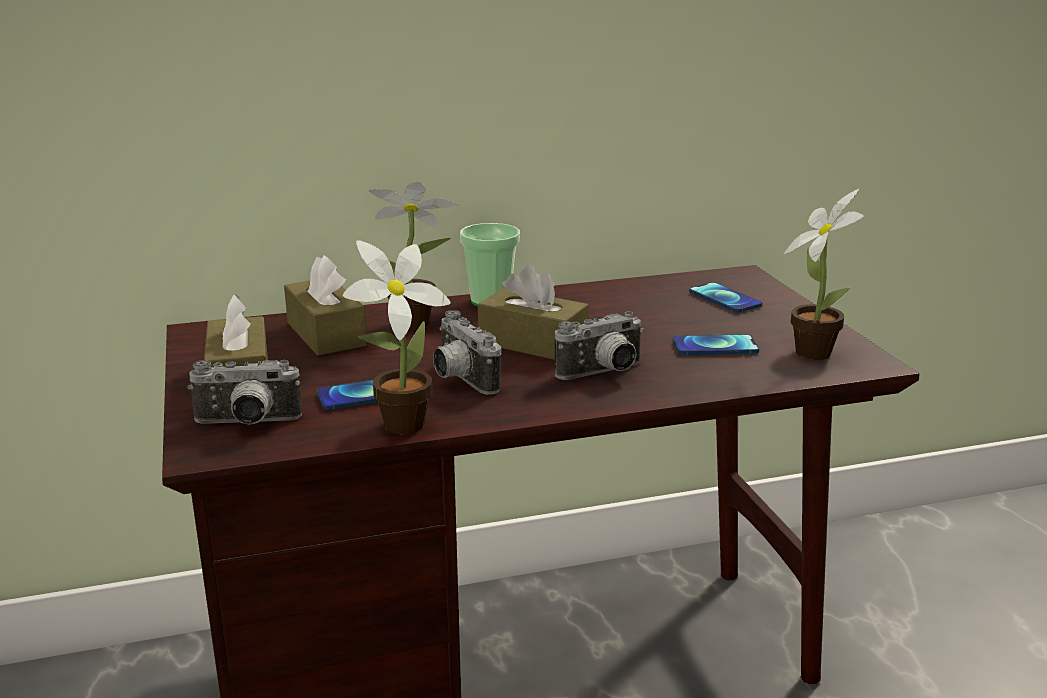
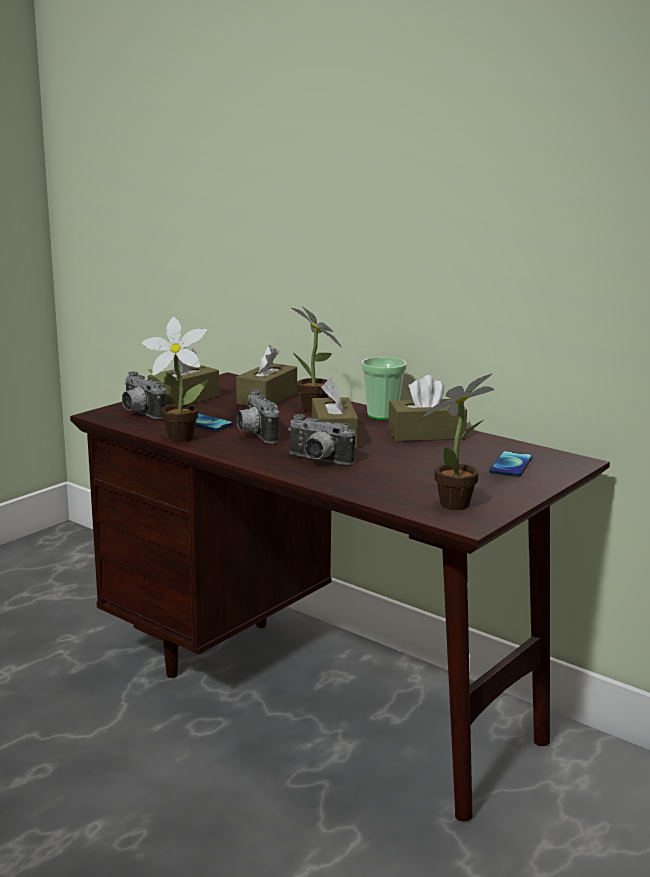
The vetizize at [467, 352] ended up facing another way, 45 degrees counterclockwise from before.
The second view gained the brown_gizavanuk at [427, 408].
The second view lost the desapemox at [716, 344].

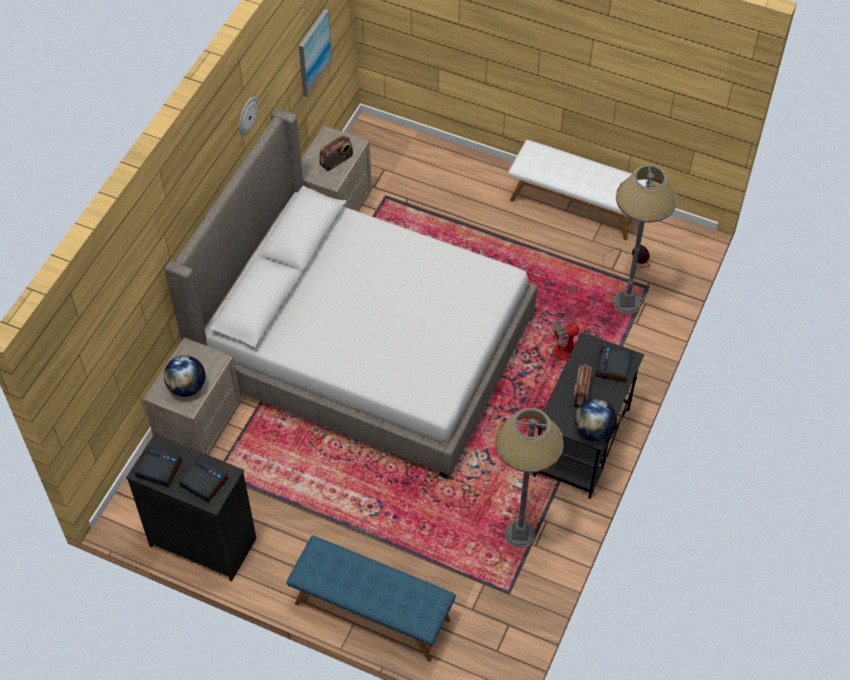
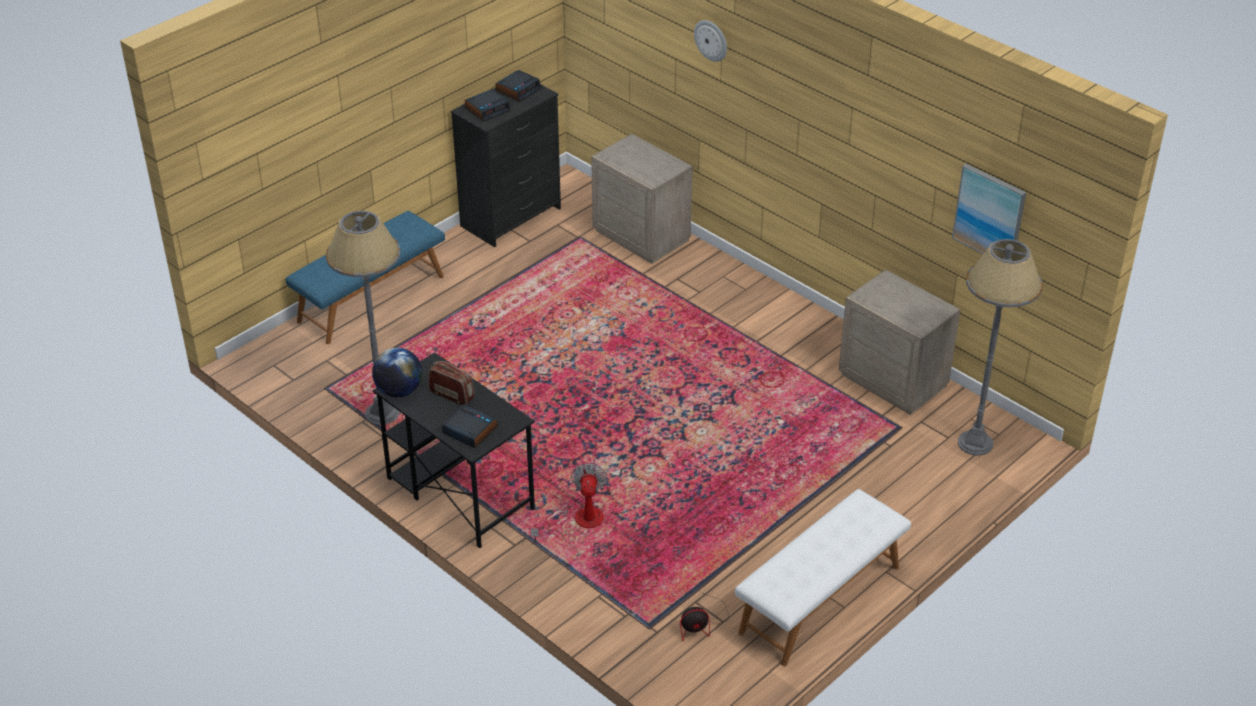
The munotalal ended up elsewhere, having gone from [249, 116] to [710, 41].
The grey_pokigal ended up elsewhere, having gone from [645, 239] to [1000, 347].
The second view lost the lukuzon at [350, 293].
The second view lost the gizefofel at [184, 376].
The second view lost the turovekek at [336, 153].

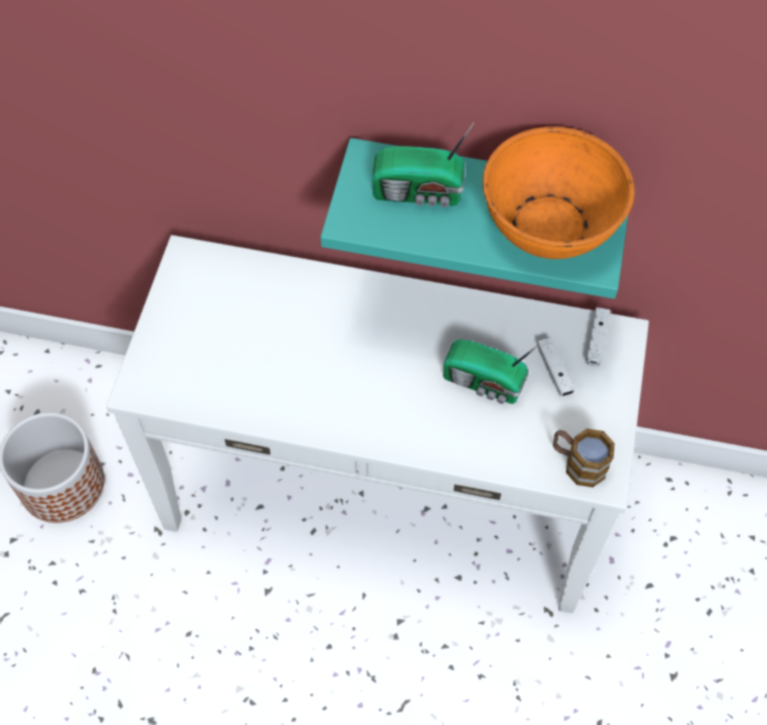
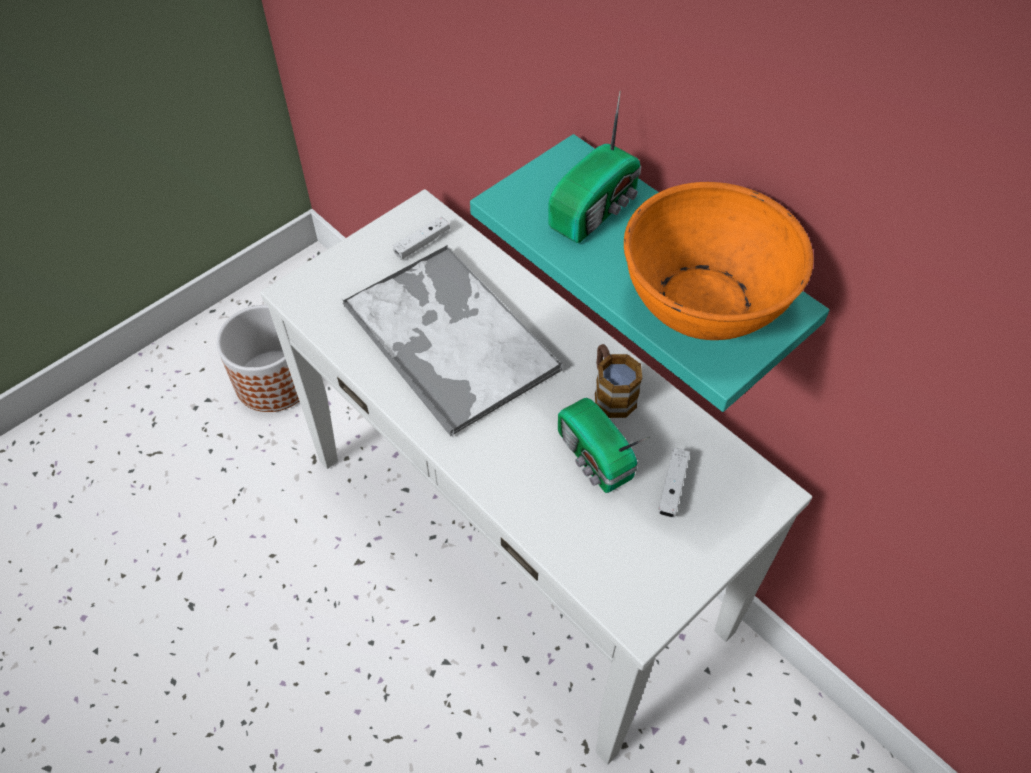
The second view gained the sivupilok at [452, 341].
The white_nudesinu ended up elsewhere, having gone from [598, 336] to [421, 238].
The turovekek at [423, 164] ended up facing another way, 90 degrees counterclockwise from before.
The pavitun ended up elsewhere, having gone from [584, 458] to [618, 381].

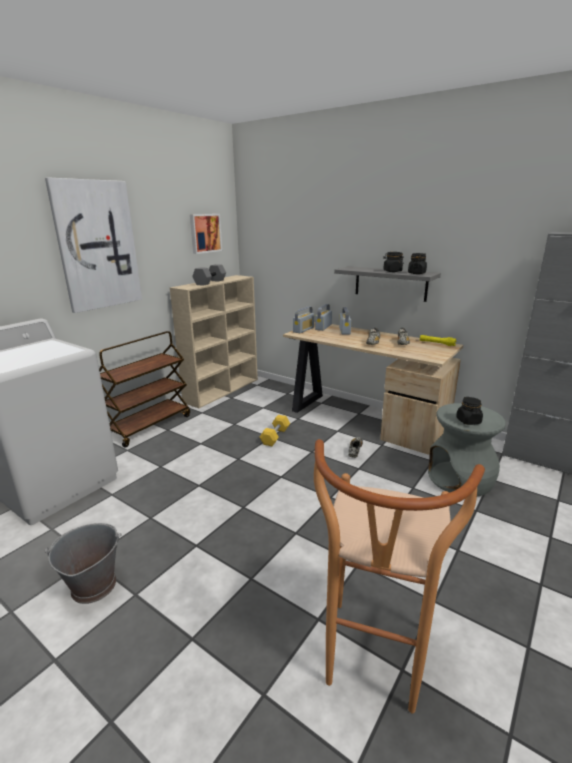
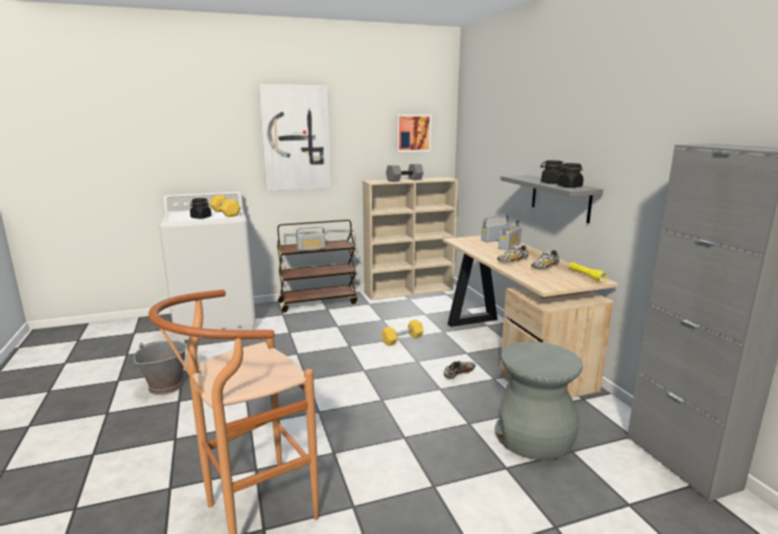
The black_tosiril ended up elsewhere, having gone from [469, 411] to [200, 208].
The second view gained the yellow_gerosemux at [225, 206].
The turovekek ended up elsewhere, having gone from [303, 319] to [310, 239].

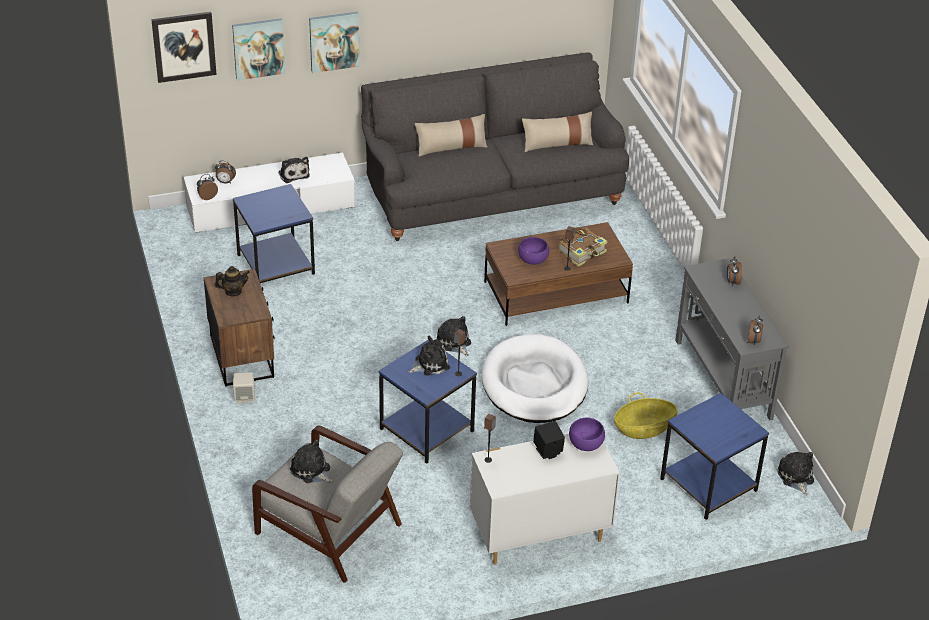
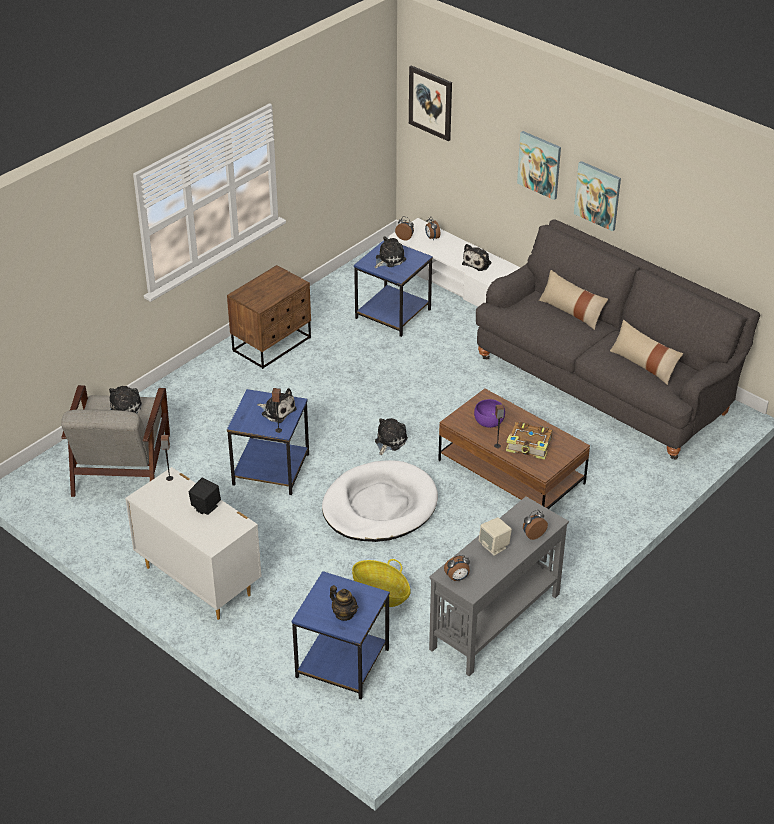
The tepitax ended up elsewhere, having gone from [232, 281] to [344, 603].
The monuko ended up elsewhere, having gone from [795, 473] to [390, 252].
The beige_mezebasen ended up elsewhere, having gone from [244, 387] to [495, 536].
The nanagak ended up elsewhere, having gone from [258, 49] to [597, 196].
The second view lost the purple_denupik at [587, 434].

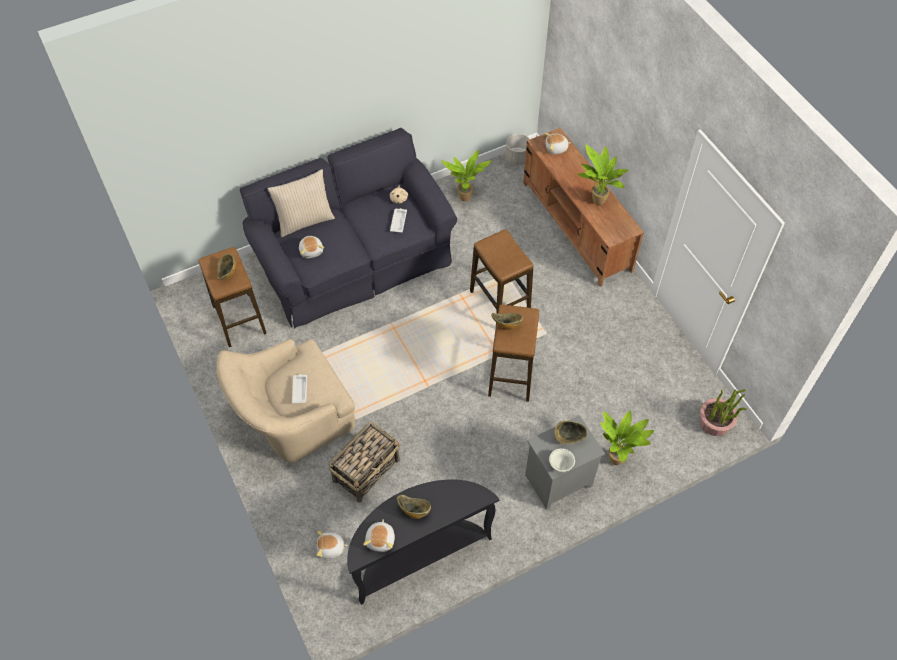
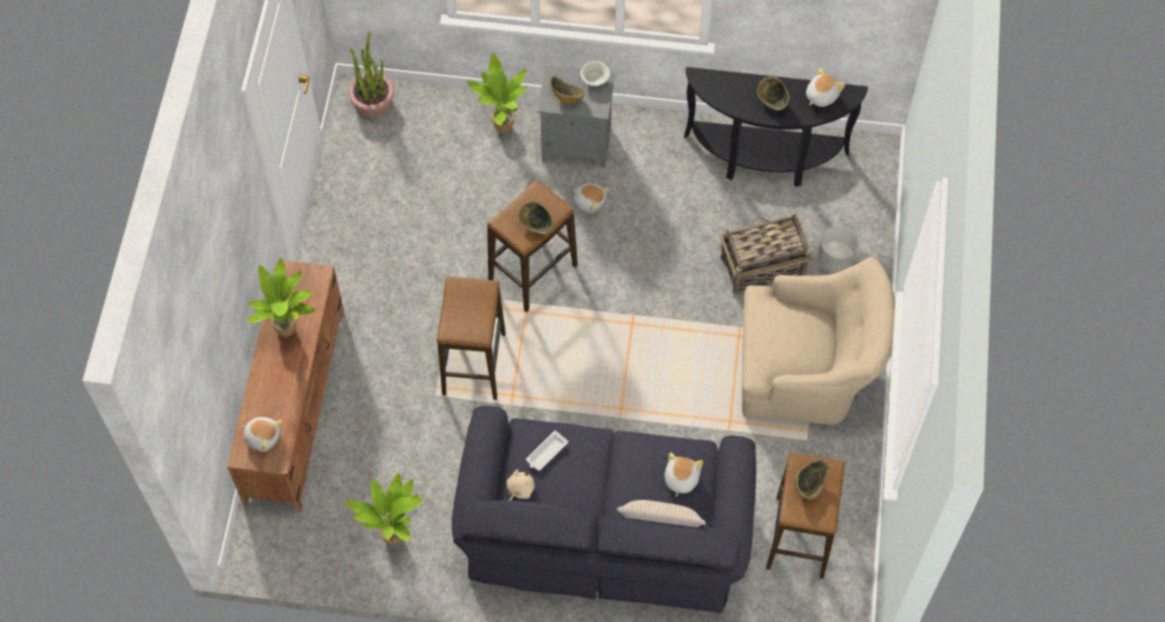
The monuko ended up elsewhere, having gone from [332, 545] to [591, 198].
The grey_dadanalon ended up elsewhere, having gone from [518, 149] to [838, 249].
The second view lost the white_sivupilok at [299, 388].

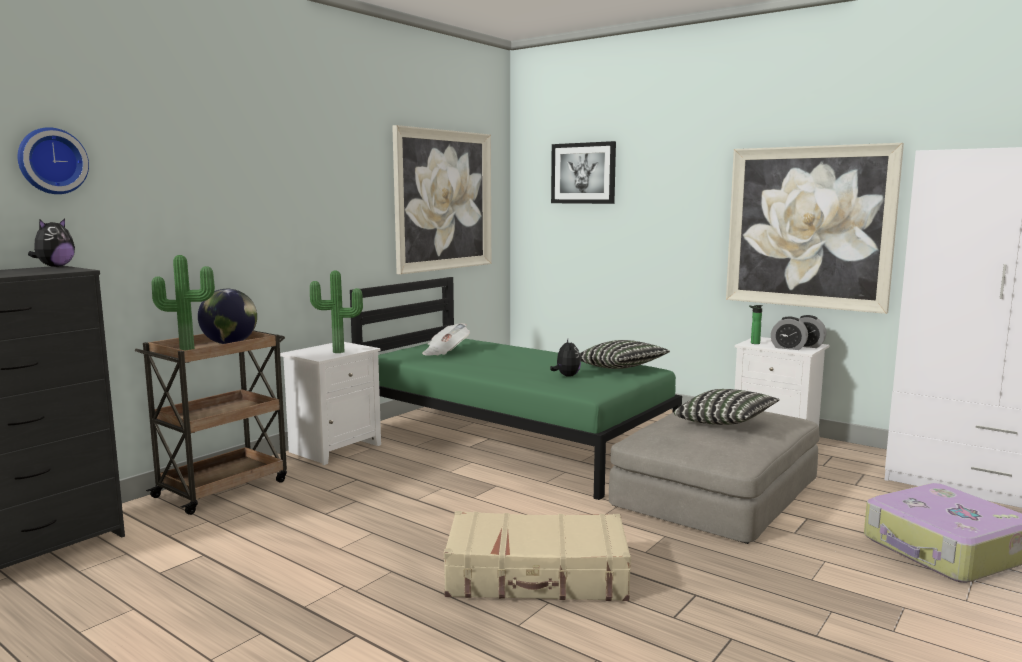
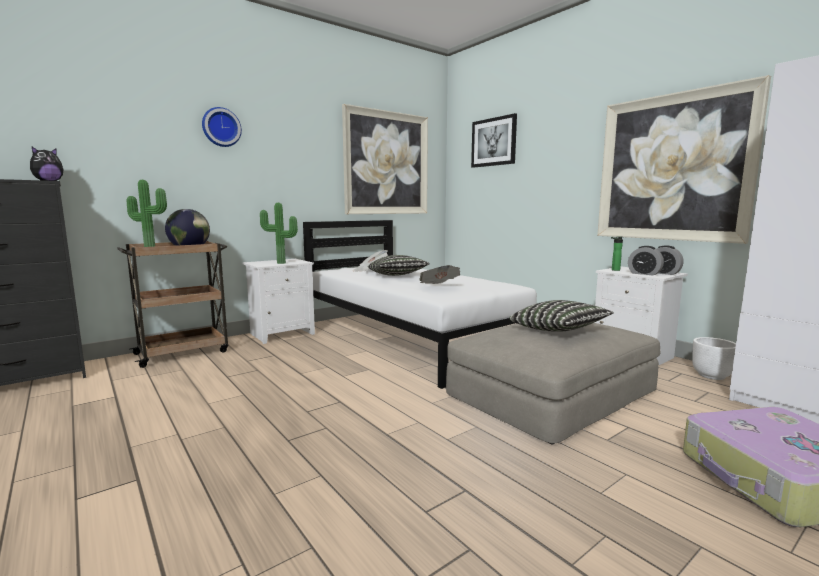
The munotalal ended up elsewhere, having gone from [53, 160] to [222, 127].
What was the green_lukuzon at [516, 388] turned into the white_lukuzon at [420, 304].
The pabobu ended up elsewhere, having gone from [625, 354] to [399, 265].
Where the monuko stood at [565, 358], the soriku came to stand at [439, 274].
The second view gained the white_dadanalon at [714, 358].
The second view lost the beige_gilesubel at [537, 556].

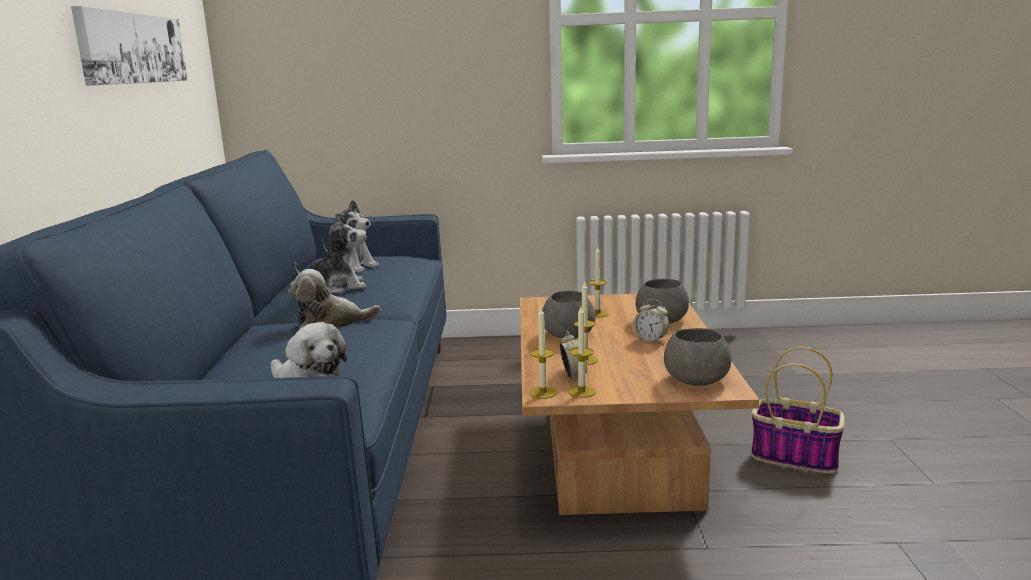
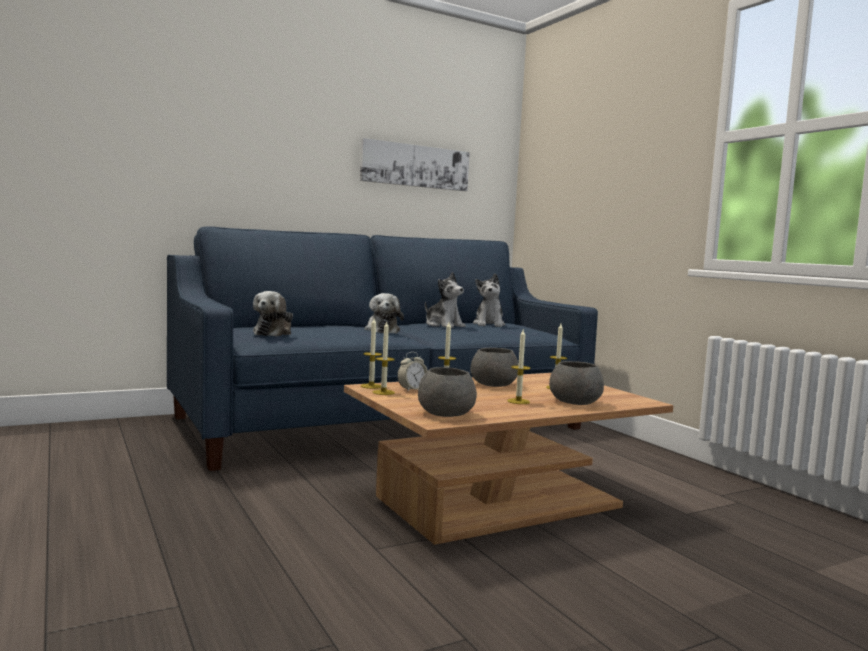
The monuko at [334, 299] ended up facing another way, 150 degrees counterclockwise from before.
Where the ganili stood at [651, 321], the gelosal came to stand at [519, 366].
The second view lost the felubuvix at [798, 410].

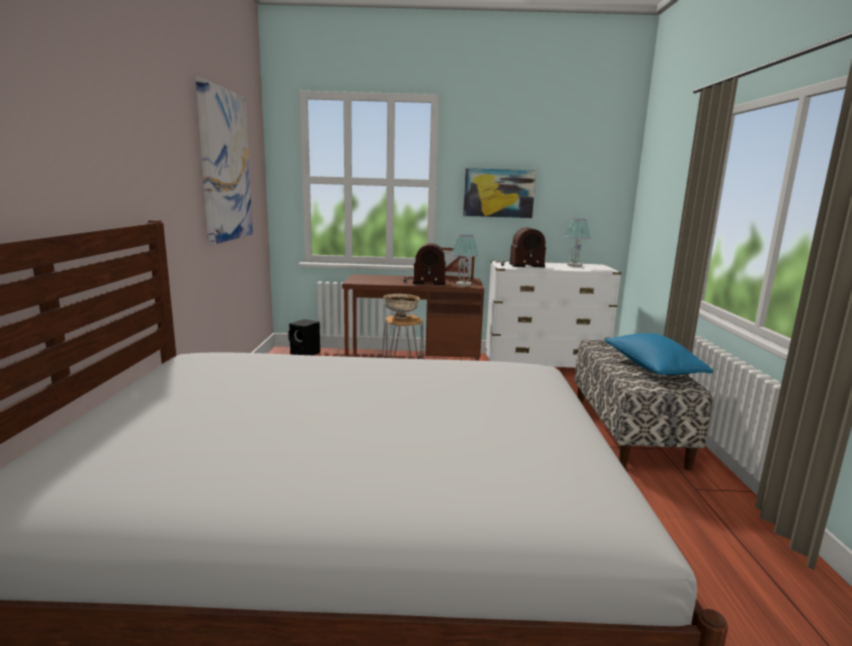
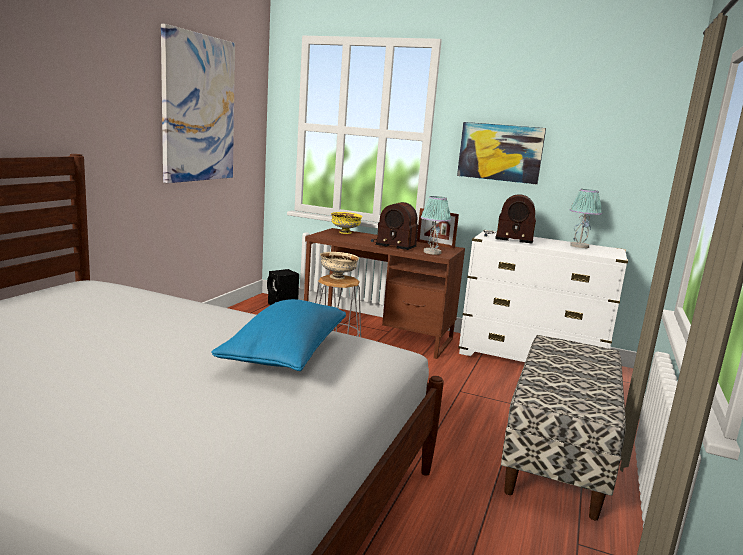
The blue_pabobu ended up elsewhere, having gone from [658, 354] to [278, 335].
The second view gained the yellow_denupik at [347, 223].

